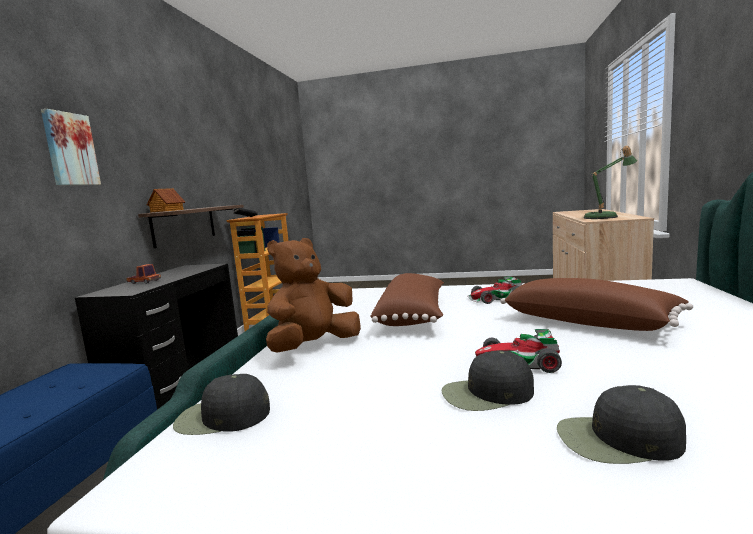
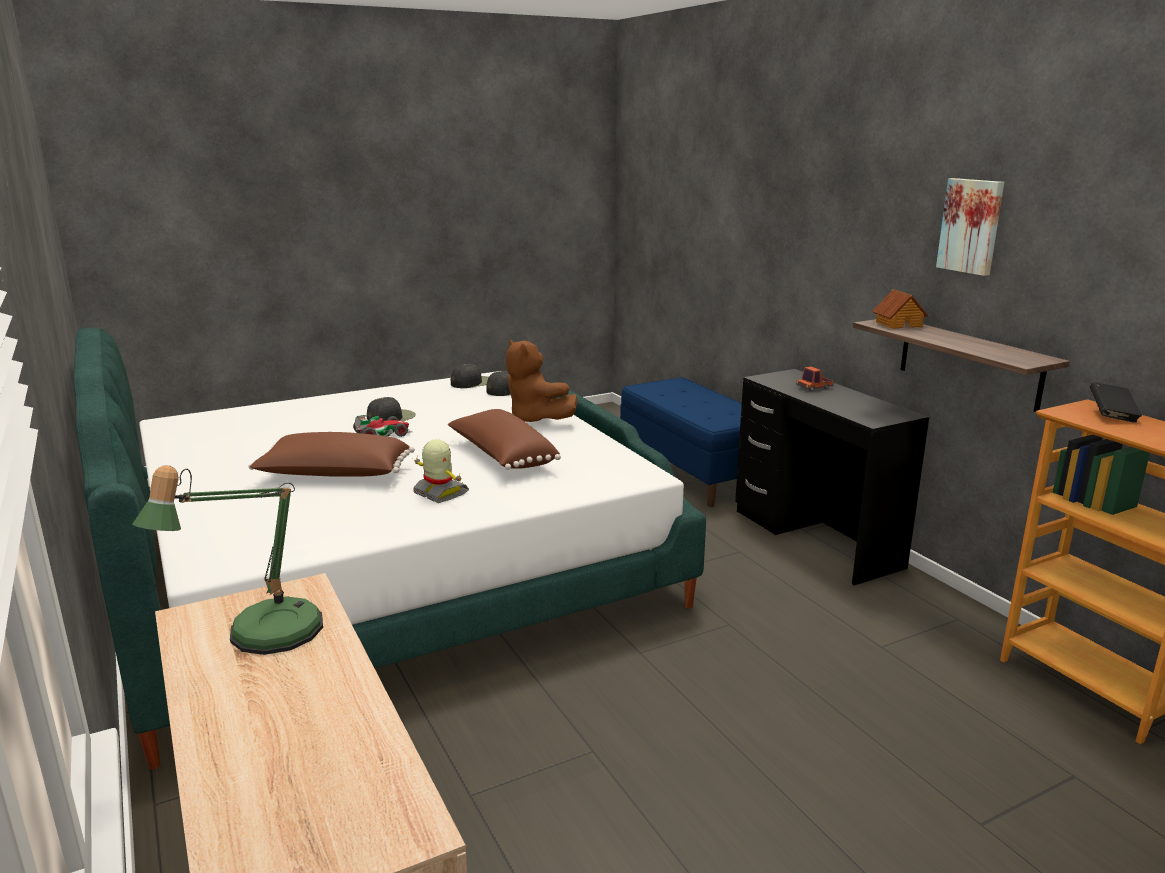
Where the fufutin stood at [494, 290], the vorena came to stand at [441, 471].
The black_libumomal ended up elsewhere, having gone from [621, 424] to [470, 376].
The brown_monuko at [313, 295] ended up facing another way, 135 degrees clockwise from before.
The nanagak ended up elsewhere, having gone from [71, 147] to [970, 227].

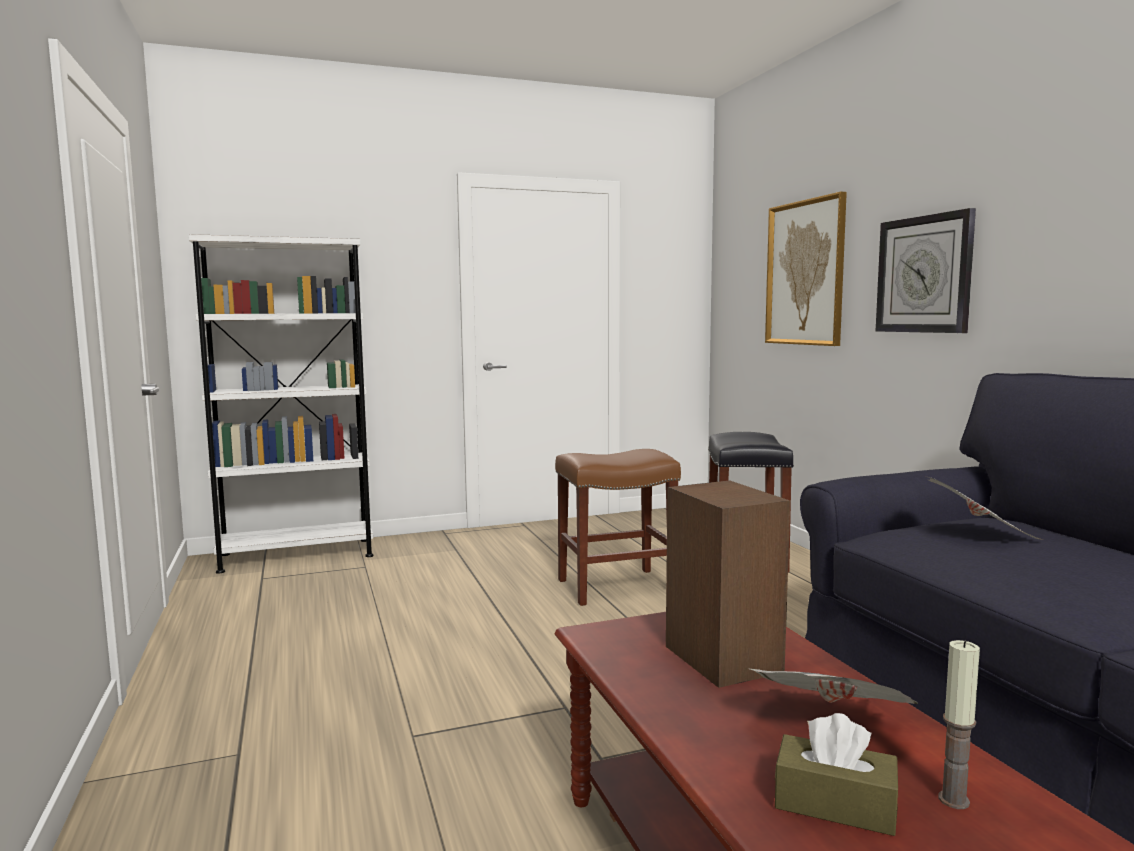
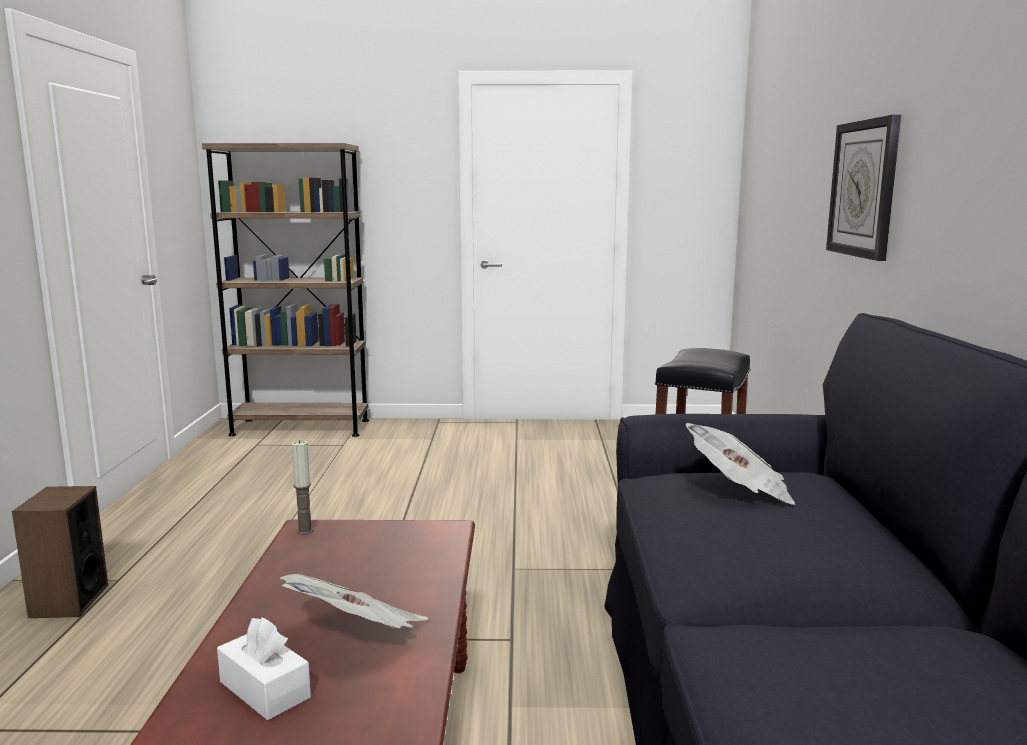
The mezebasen ended up elsewhere, having gone from [728, 584] to [60, 552].
What was the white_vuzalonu at [281, 404] turned into the brown_vuzalonu at [285, 290].
What was the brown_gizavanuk at [836, 774] turned into the white_gizavanuk at [264, 668].
The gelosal ended up elsewhere, having gone from [959, 724] to [303, 487].
The second view lost the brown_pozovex at [618, 527].
The second view lost the nanagak at [806, 269].

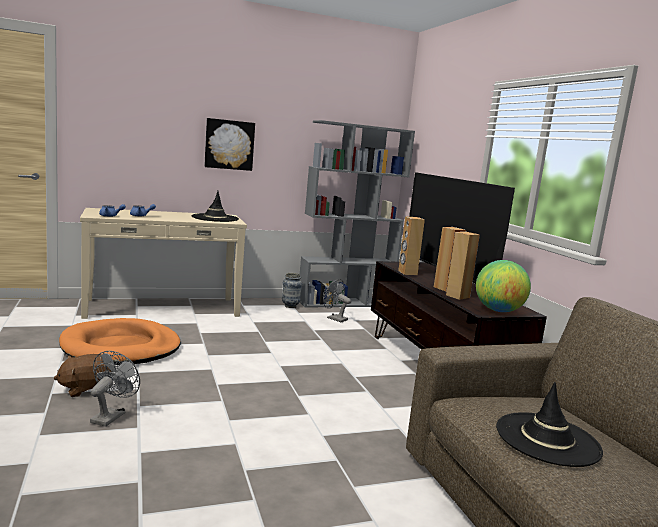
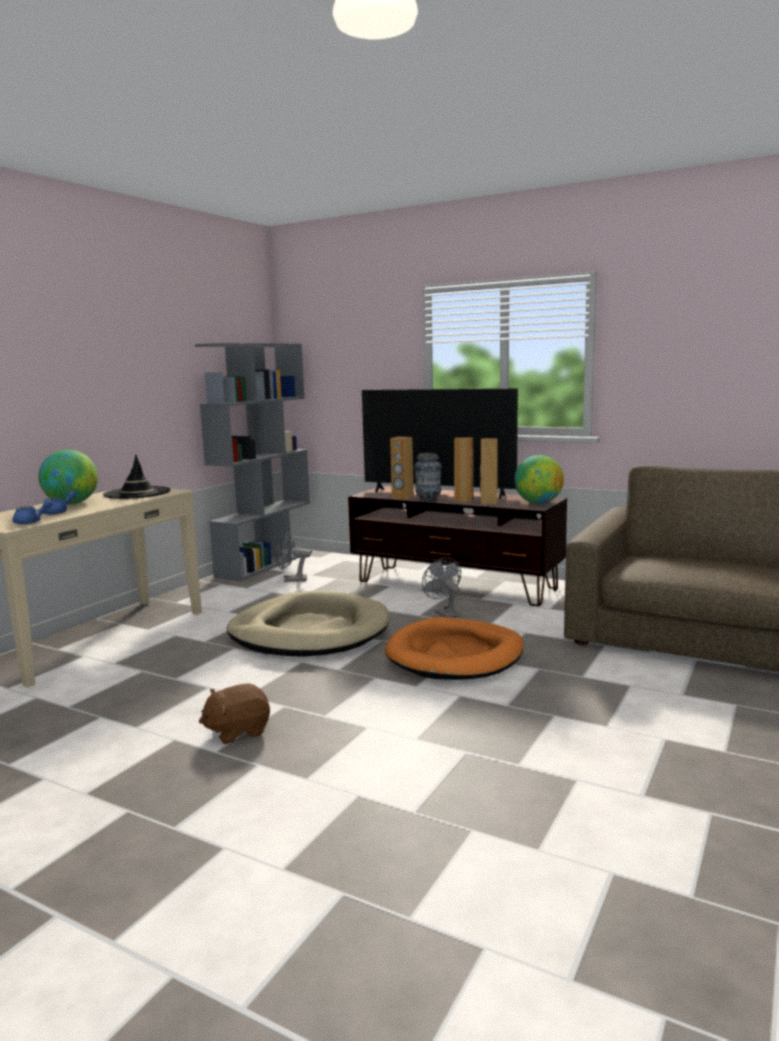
The second view gained the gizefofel at [68, 477].
The brown_monuko at [82, 375] ended up facing another way, 45 degrees clockwise from before.
The second view gained the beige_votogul at [308, 624].
The orange_votogul ended up elsewhere, having gone from [120, 341] to [454, 648].
The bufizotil ended up elsewhere, having gone from [292, 290] to [428, 477].
The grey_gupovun ended up elsewhere, having gone from [115, 389] to [441, 587].
The second view lost the nanagak at [229, 144].
The second view lost the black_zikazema at [549, 424].

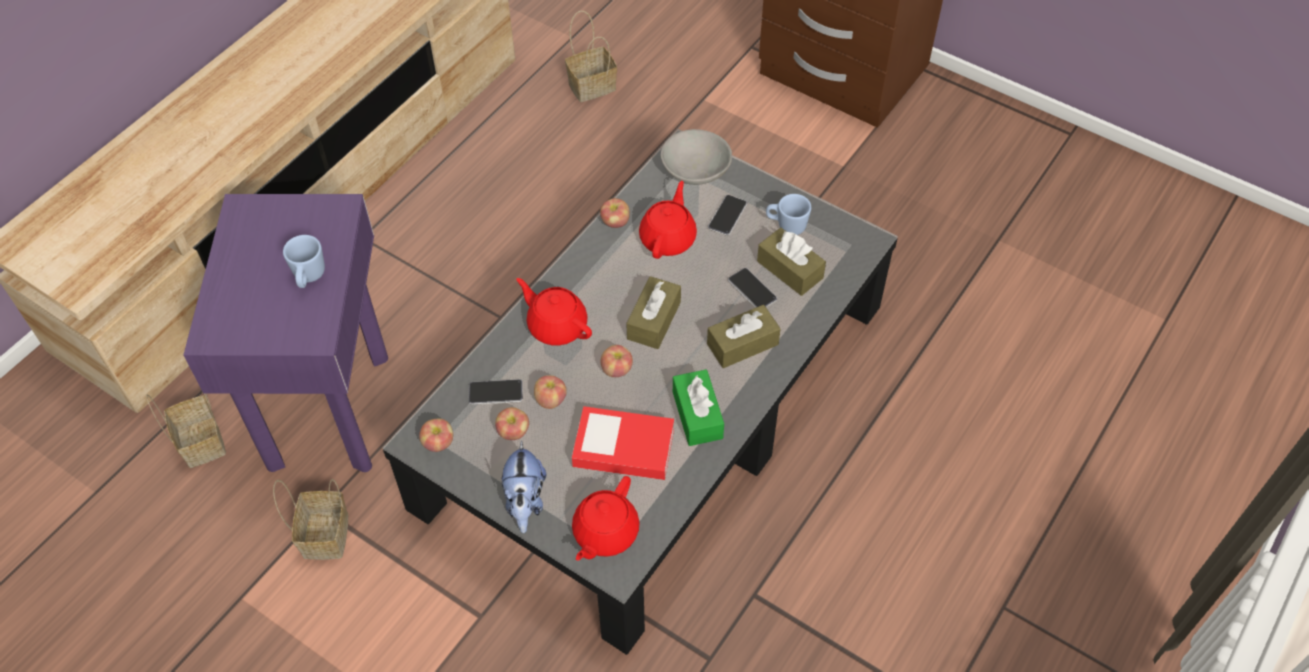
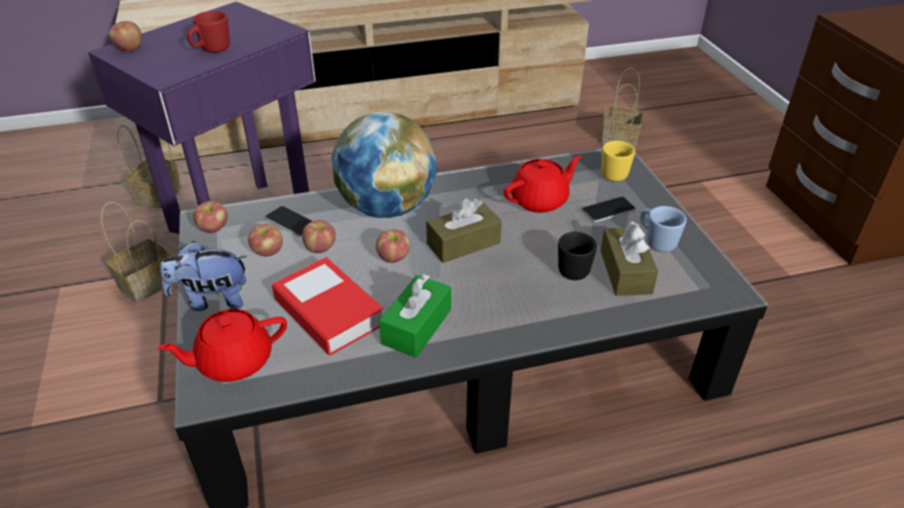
The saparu ended up elsewhere, having gone from [615, 213] to [125, 36].
The monuko at [523, 486] ended up facing another way, 45 degrees clockwise from before.
What was the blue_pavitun at [304, 261] turned into the red_pavitun at [208, 32].
Where the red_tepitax stood at [554, 312], the gizefofel came to stand at [384, 165].
Where the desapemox stood at [752, 288], the black_pavitun came to stand at [577, 255].
Where the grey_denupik stood at [696, 157], the yellow_pavitun came to stand at [618, 161].
The second view lost the brown_gizavanuk at [744, 336].

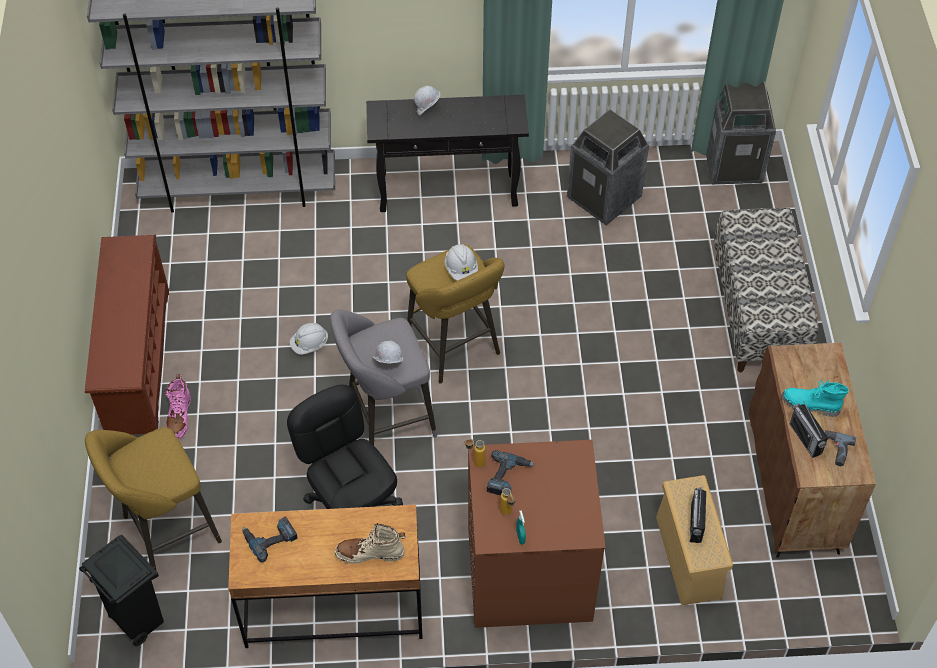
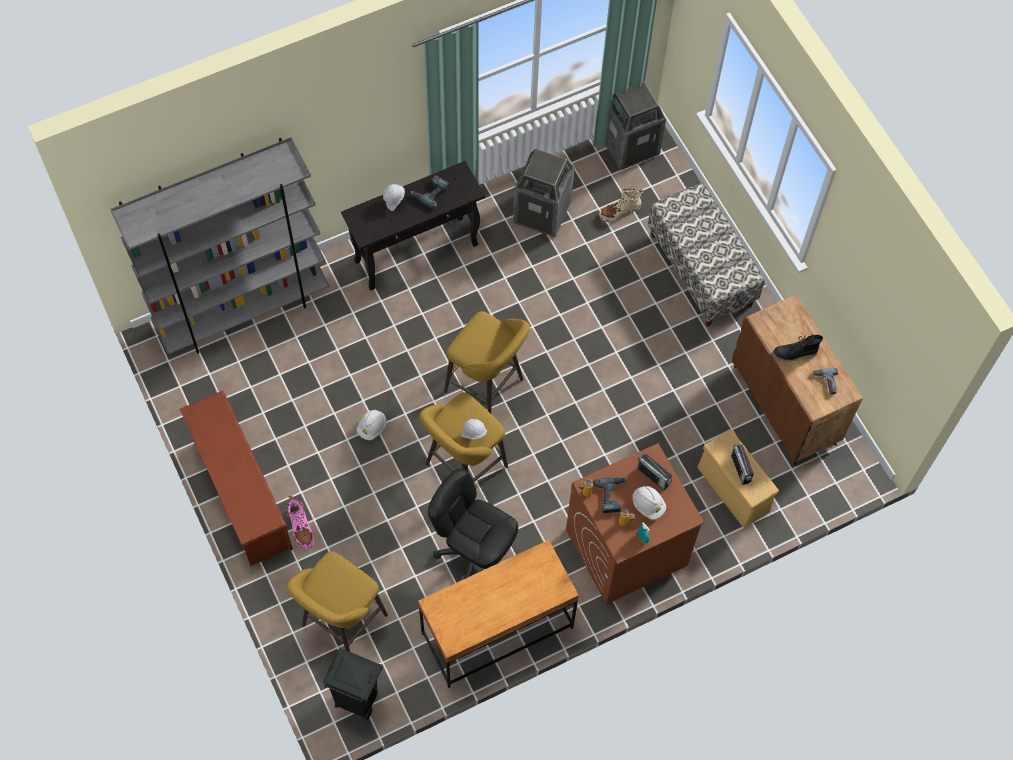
The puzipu ended up elsewhere, having gone from [270, 539] to [429, 192].
What was the grey_pozovex at [383, 377] turned into the yellow_pozovex at [463, 437].
The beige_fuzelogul ended up elsewhere, having gone from [370, 543] to [621, 205].
The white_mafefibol ended up elsewhere, having gone from [461, 262] to [649, 503].
The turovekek ended up elsewhere, having gone from [809, 430] to [654, 472].
What was the turquoise_fuzelogul at [815, 398] turned into the black_fuzelogul at [797, 348].

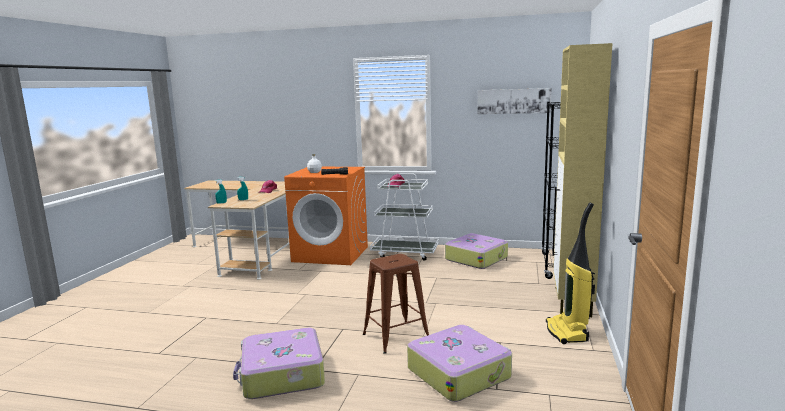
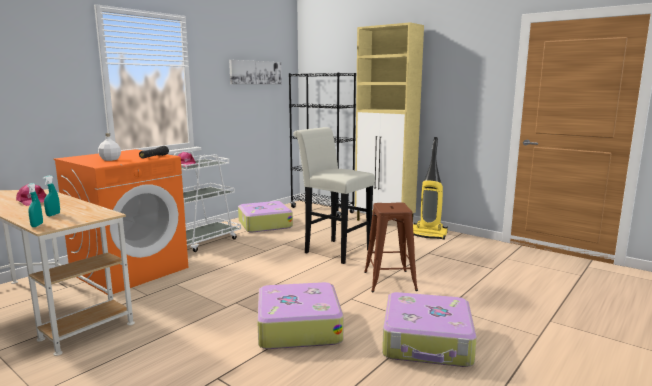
The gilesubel ended up elsewhere, having gone from [459, 363] to [300, 315].
The second view gained the white_pozovex at [334, 195].

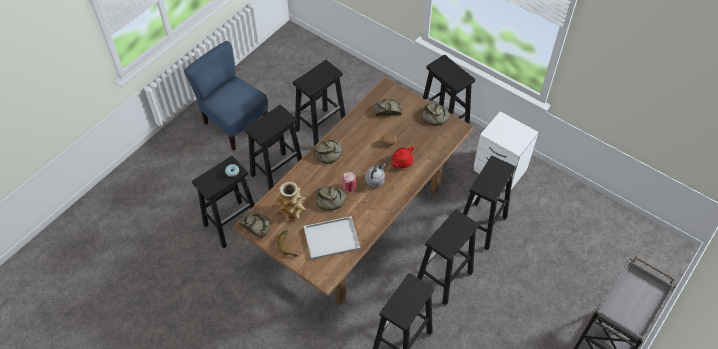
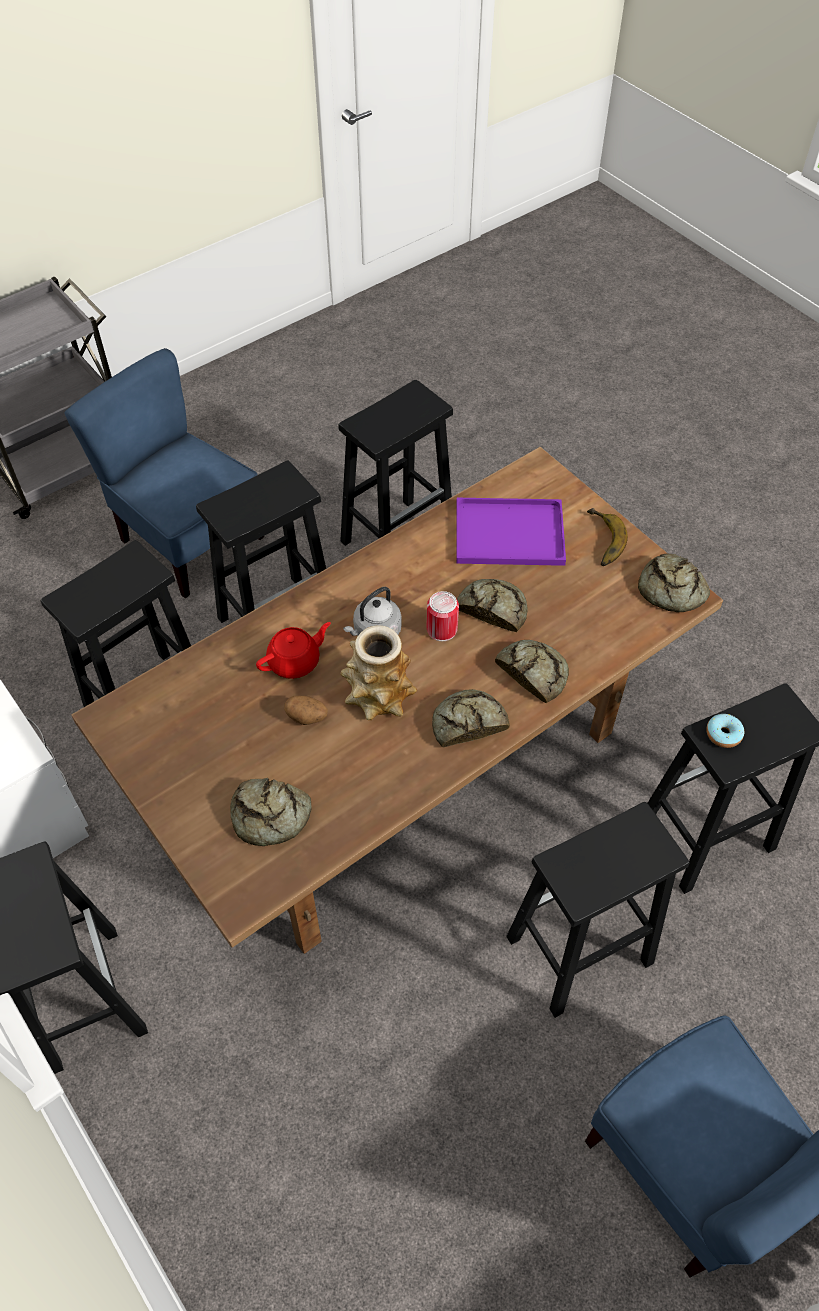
The second view gained the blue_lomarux at [164, 473].
The bufizotil ended up elsewhere, having gone from [291, 201] to [379, 672].
What was the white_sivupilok at [332, 238] turned into the purple_sivupilok at [511, 532].
The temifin ended up elsewhere, having gone from [436, 114] to [532, 671].
The second view lost the black_pozovex at [319, 103].

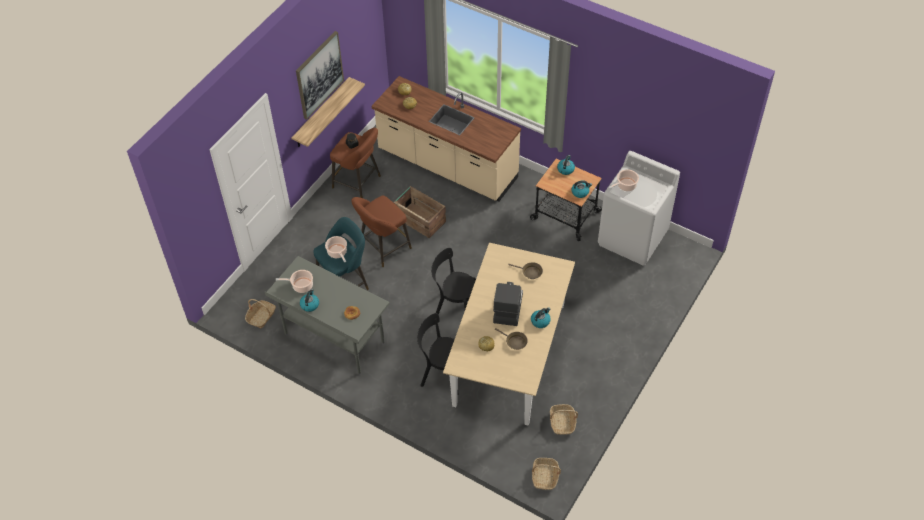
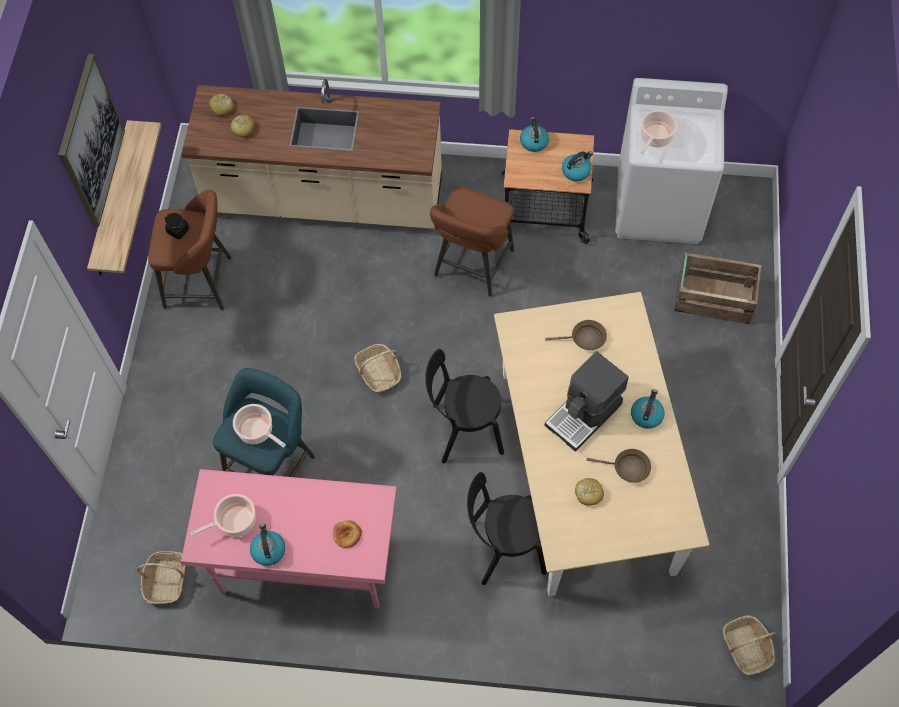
What was the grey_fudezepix at [327, 315] turned into the pink_fudezepix at [288, 539].
The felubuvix ended up elsewhere, having gone from [564, 419] to [377, 368].
The brown_pozovex ended up elsewhere, having gone from [381, 231] to [472, 242].
The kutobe at [508, 304] ended up facing another way, 120 degrees counterclockwise from before.
The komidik ended up elsewhere, having gone from [419, 212] to [717, 288].

